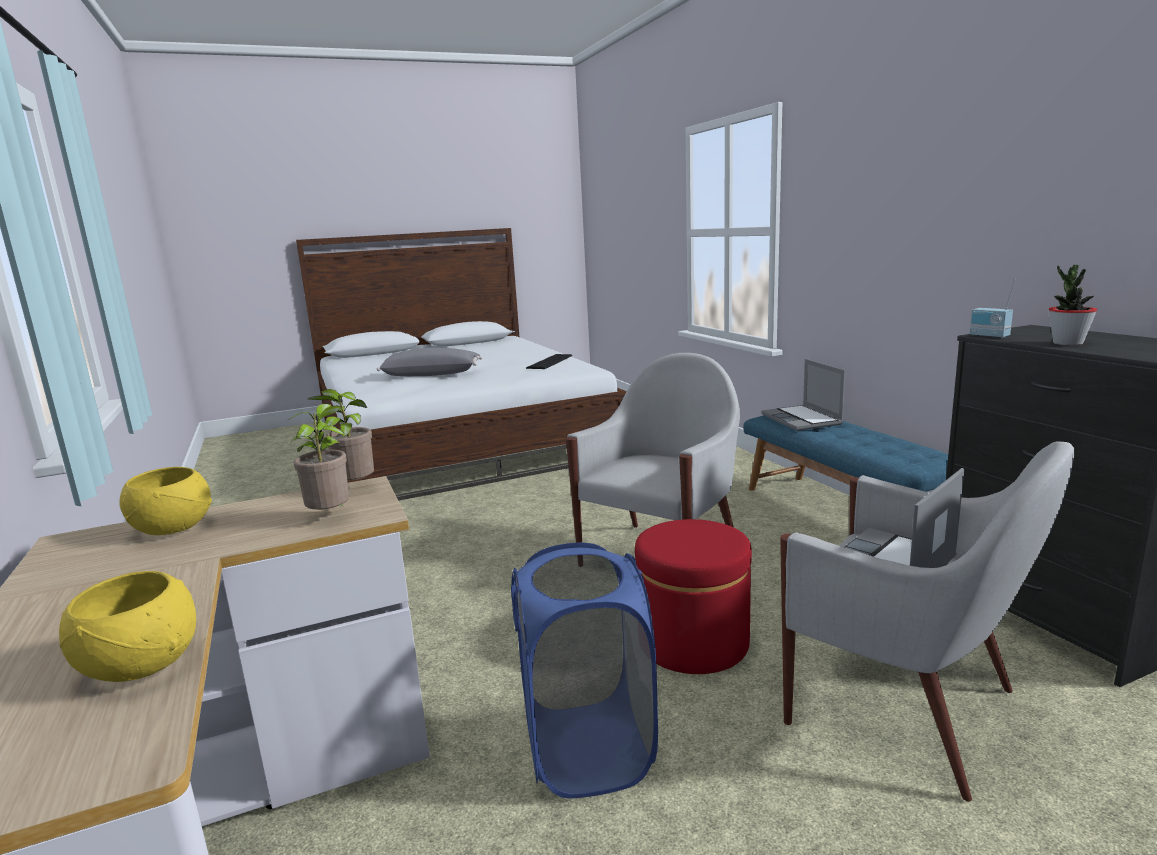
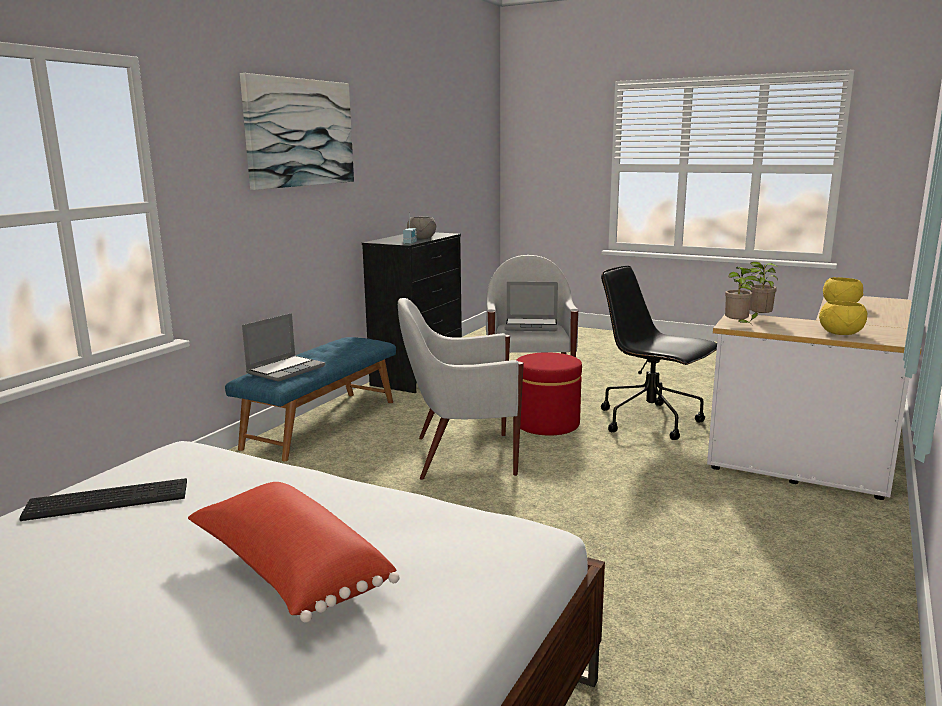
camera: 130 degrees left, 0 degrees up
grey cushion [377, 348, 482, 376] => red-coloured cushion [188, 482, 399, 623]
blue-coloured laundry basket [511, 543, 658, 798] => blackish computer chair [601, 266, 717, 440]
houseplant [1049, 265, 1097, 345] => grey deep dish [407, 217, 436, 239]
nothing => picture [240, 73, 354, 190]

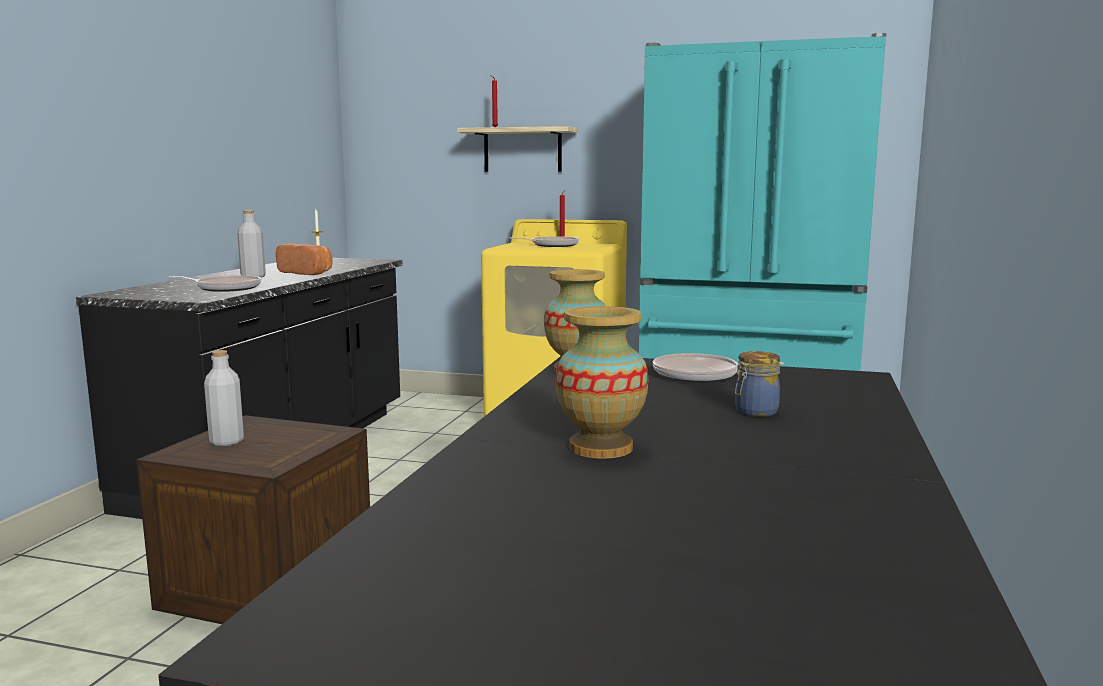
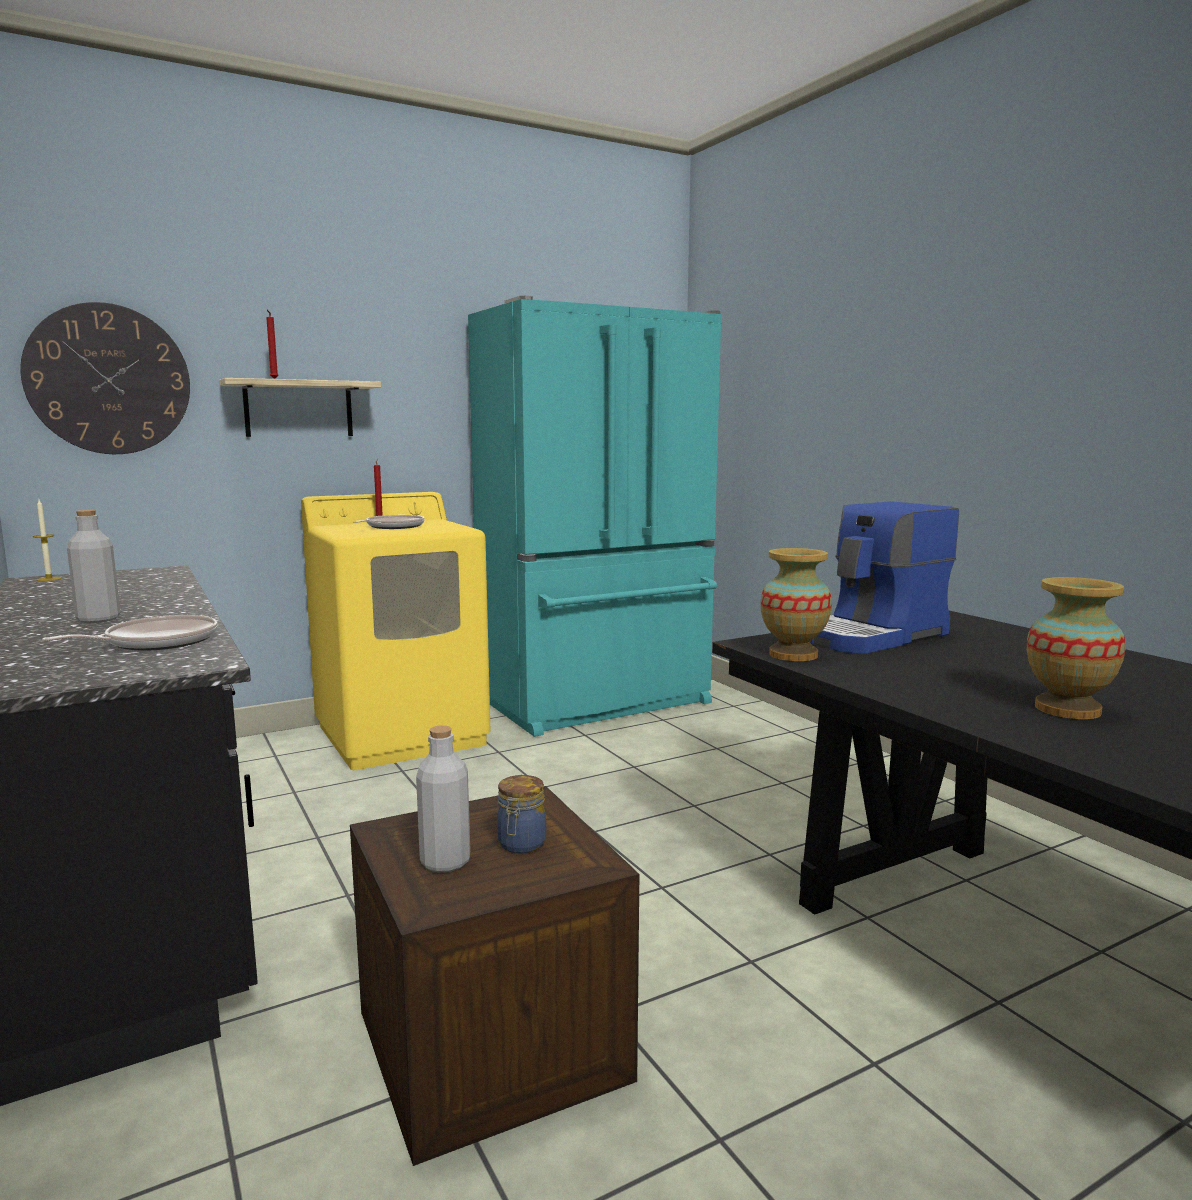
camera: 45 degrees left, 0 degrees up
bakery bread [276, 244, 333, 275] => nothing
pan [653, 353, 784, 383] => coffee maker [810, 501, 959, 654]
storage jar [735, 351, 780, 417] => storage jar [497, 775, 546, 854], relocated
nothing => wall clock [20, 302, 190, 454]

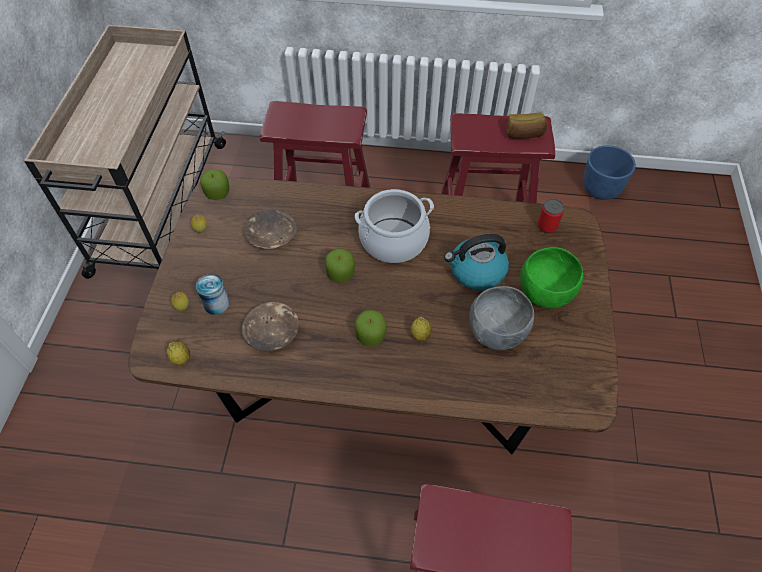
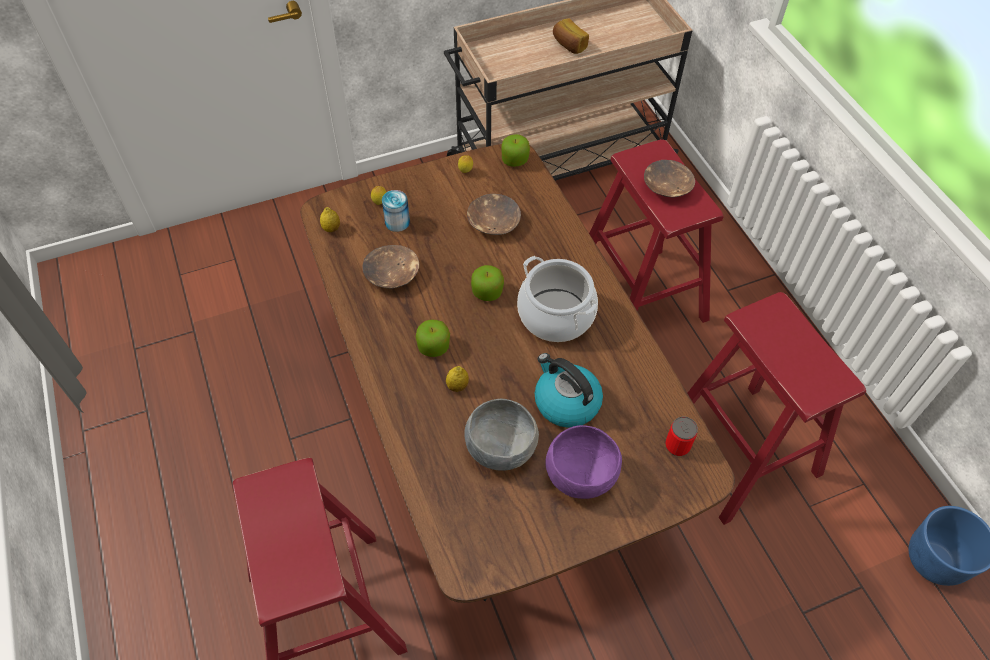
camera: 60 degrees right, 0 degrees up
bakery bread [507, 112, 547, 139] => bakery bread [553, 18, 589, 54], relocated
greenish deep dish [520, 247, 583, 309] => purplish deep dish [545, 425, 622, 499]
nothing => brown deep dish [644, 160, 695, 198]

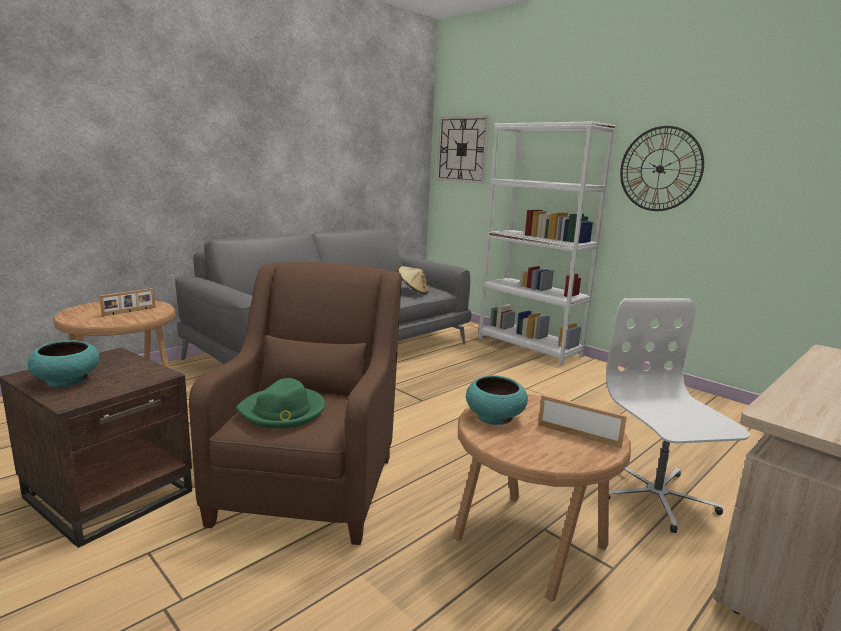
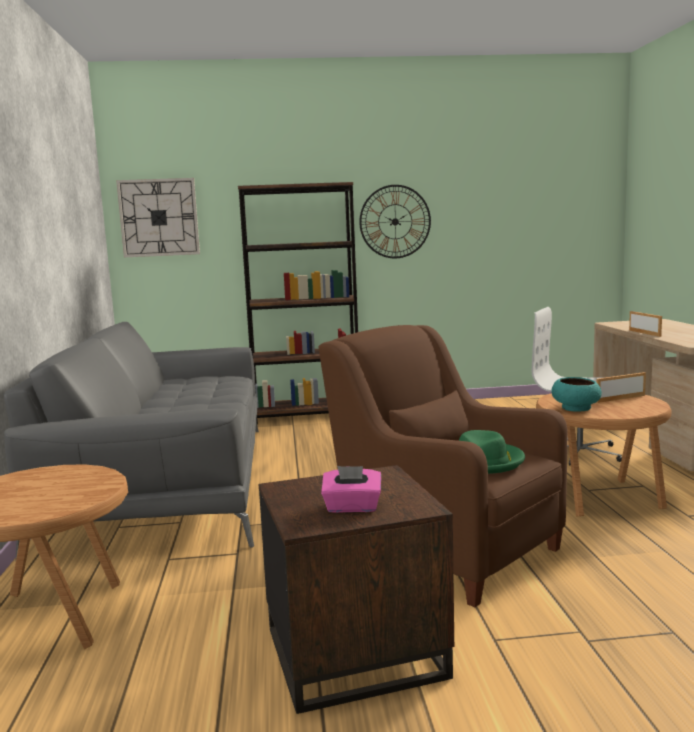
camera: 50 degrees left, 5 degrees down
turquoise deep dish [28, 340, 99, 387] => pinkish tissue holder [321, 466, 381, 513]
picture frame [100, 288, 156, 316] => picture frame [629, 311, 662, 337], relocated
beige-coloured clothing hat [396, 266, 429, 294] => nothing
whitish bookcase [478, 121, 615, 366] => brown bookcase [238, 182, 358, 425]

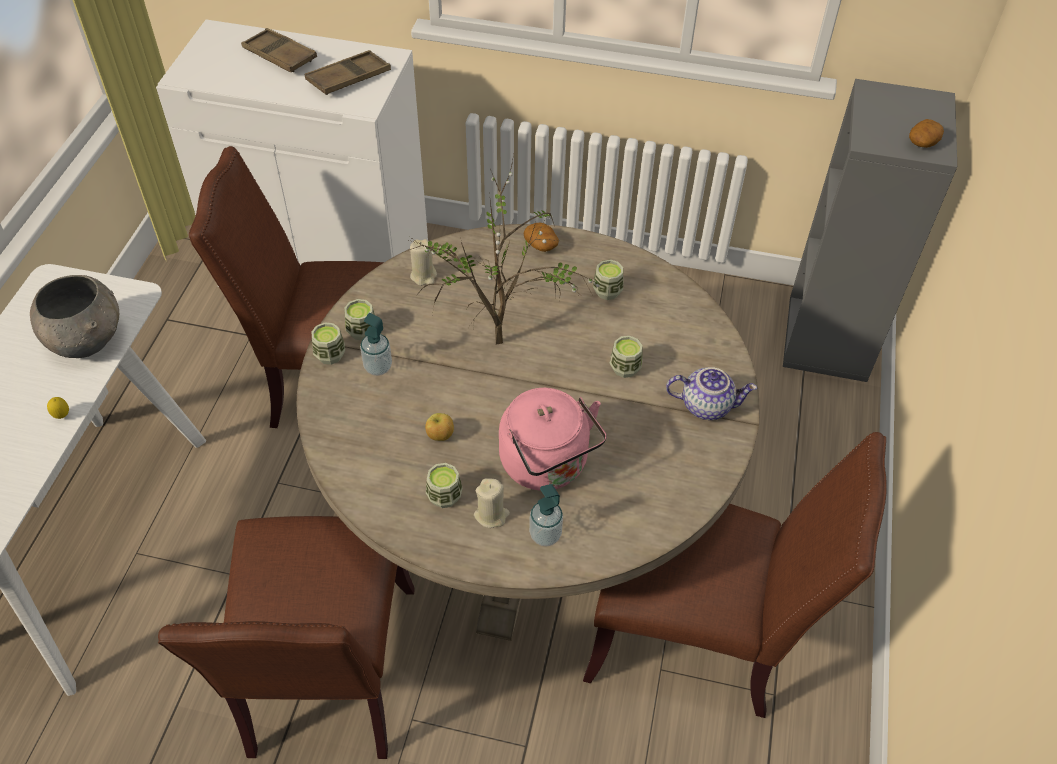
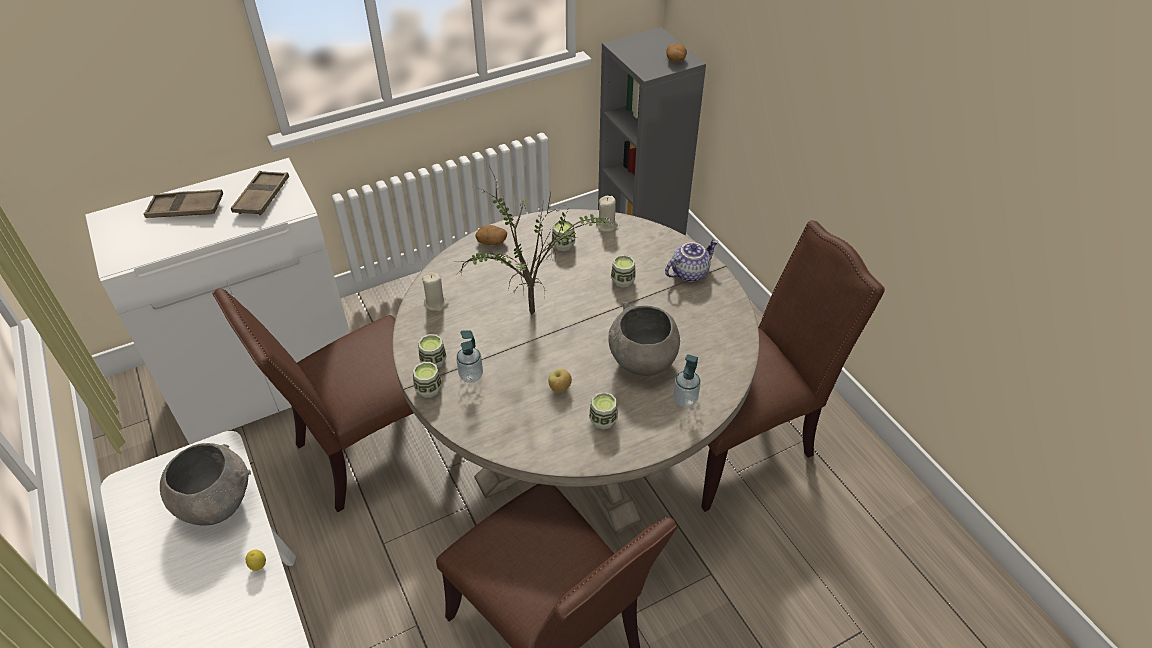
camera: 40 degrees left, 5 degrees down
beige-coloured wax light [474, 478, 510, 528] => beige-coloured wax light [596, 196, 618, 232], relocated
pinkish kettle [499, 388, 607, 491] => grey deep dish [608, 302, 680, 376]

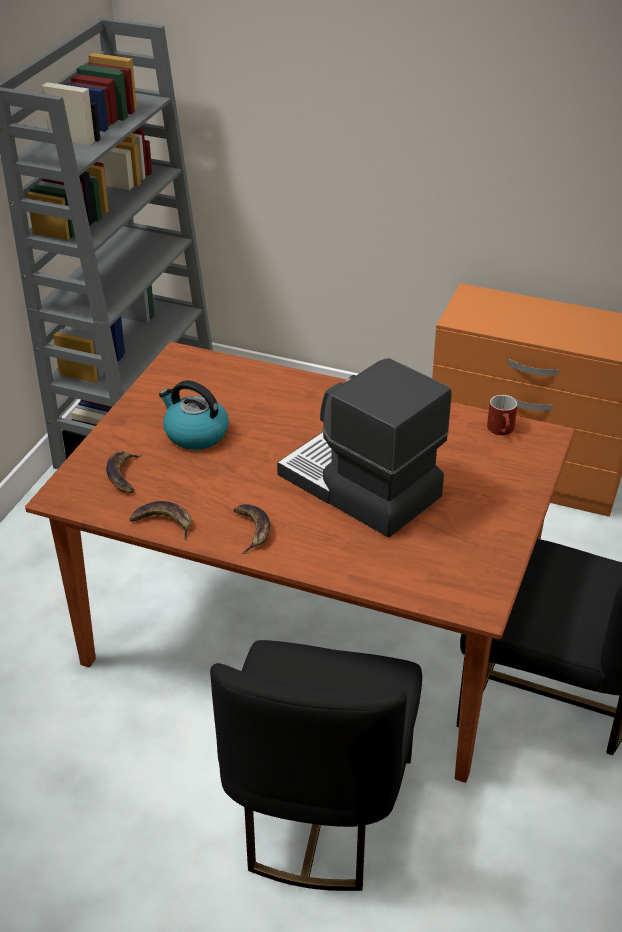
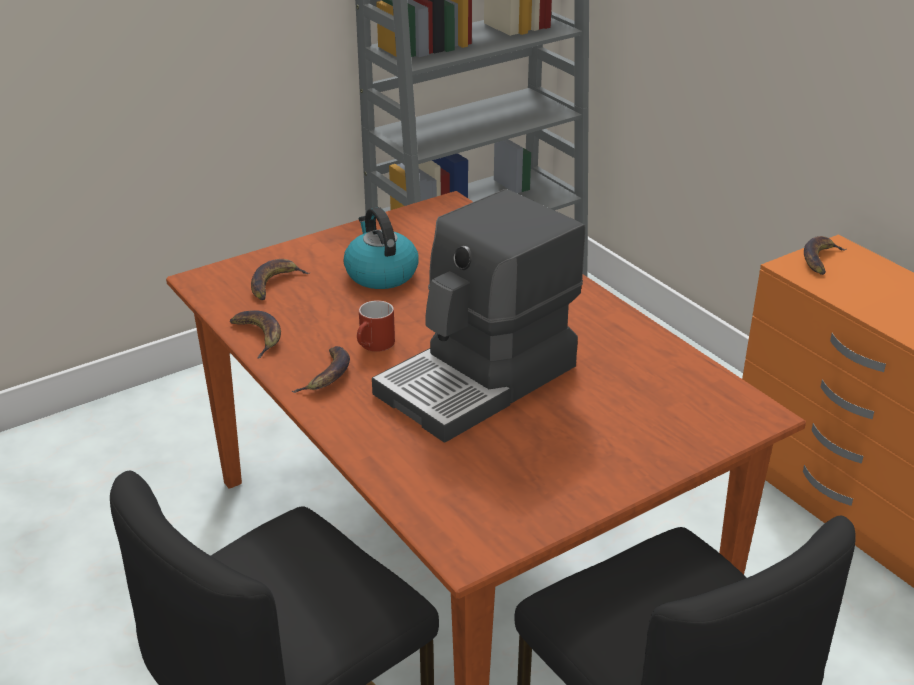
camera: 35 degrees right, 5 degrees down
coffee maker [277, 358, 452, 538] => coffee maker [372, 189, 586, 443], 120 degrees counterclockwise
red-coloured coffee mug [487, 395, 518, 435] => red-coloured coffee mug [357, 300, 395, 352], relocated
nothing => banana fruit [804, 236, 846, 275]

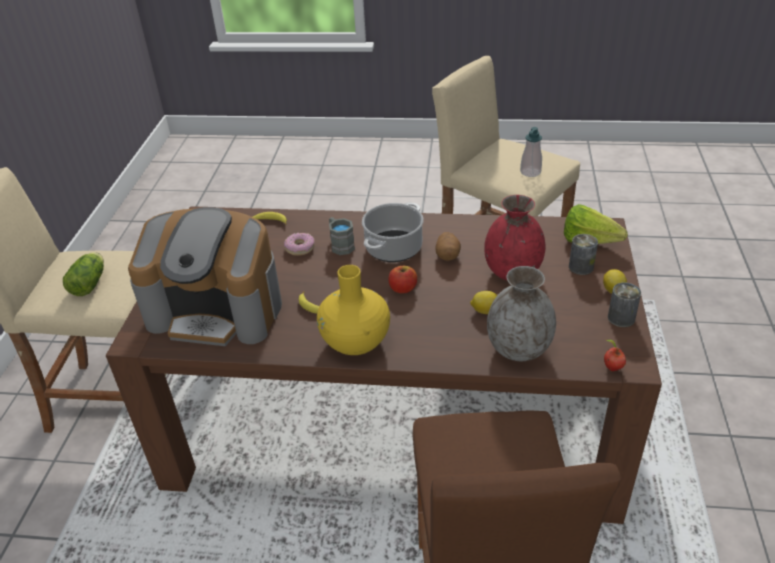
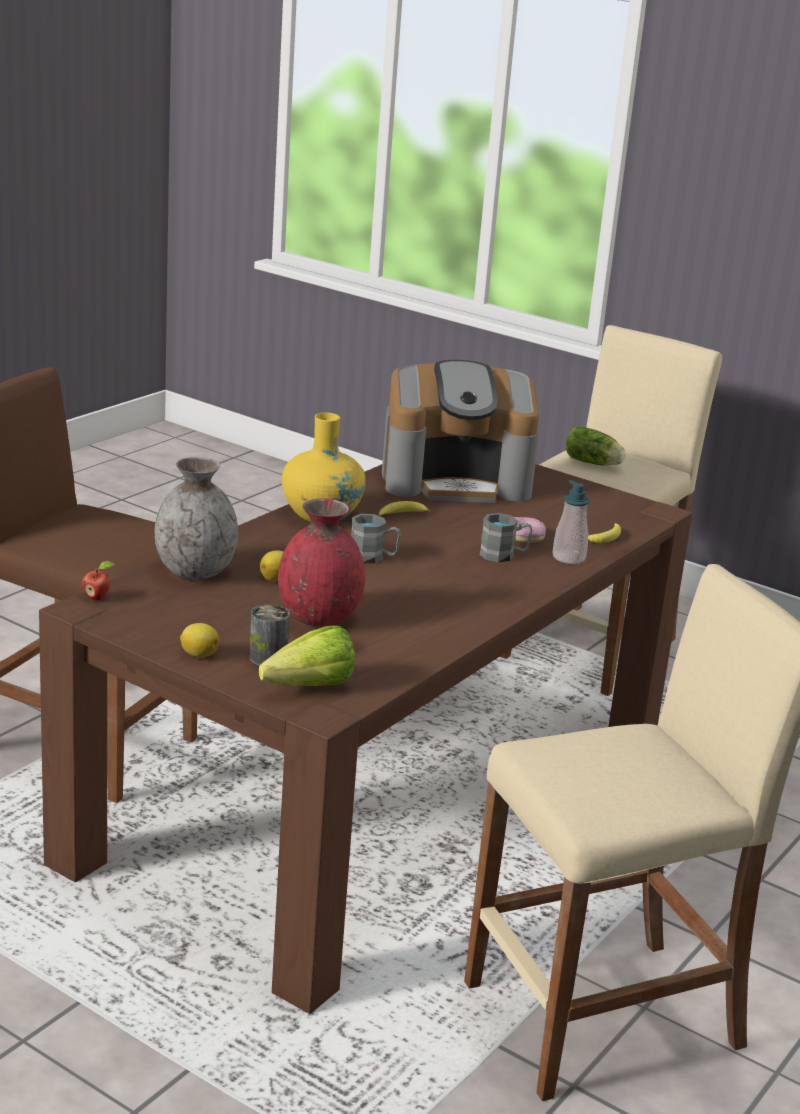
camera: 115 degrees right, 15 degrees down
coffee maker [128, 207, 282, 346] => coffee maker [382, 360, 539, 503], 135 degrees counterclockwise
saucepot [362, 202, 424, 262] => nothing
apple fruit [389, 266, 417, 293] => grey coffee mug [351, 514, 401, 563]
potato [436, 232, 461, 261] => nothing
soap bottle [520, 127, 542, 177] => soap bottle [553, 480, 590, 564], relocated
sealed can [608, 283, 641, 327] => nothing

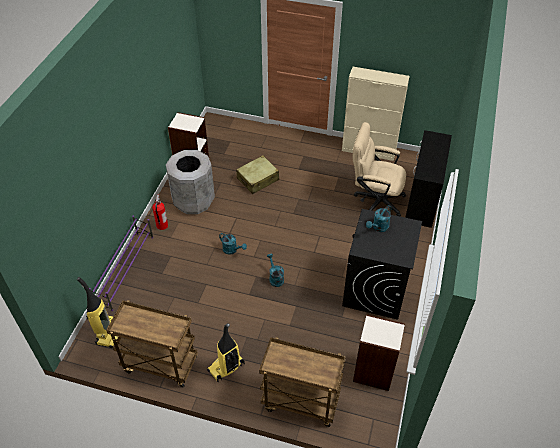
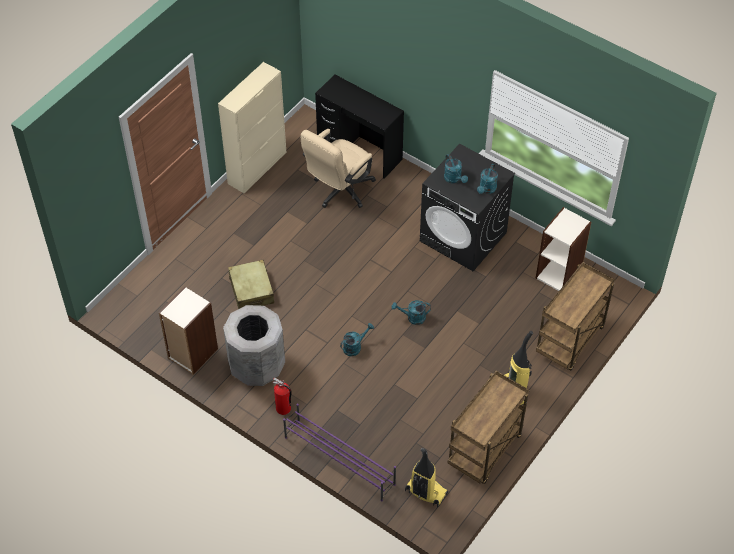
camera: 70 degrees left, 5 degrees up
nothing => turquoise sprinkling can [477, 164, 498, 194]

